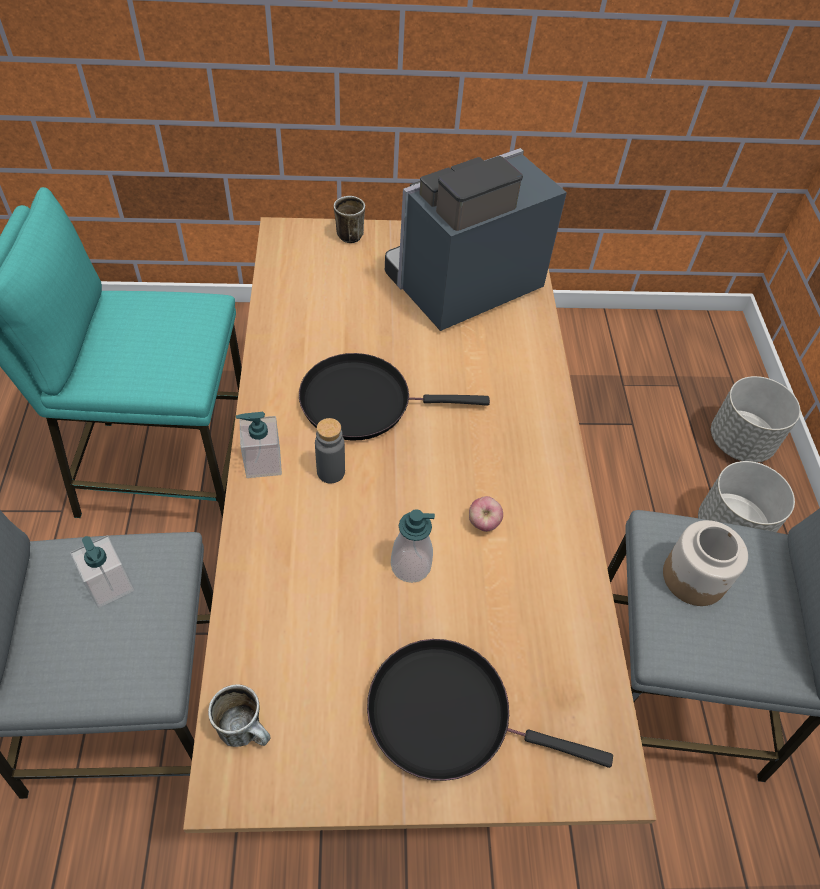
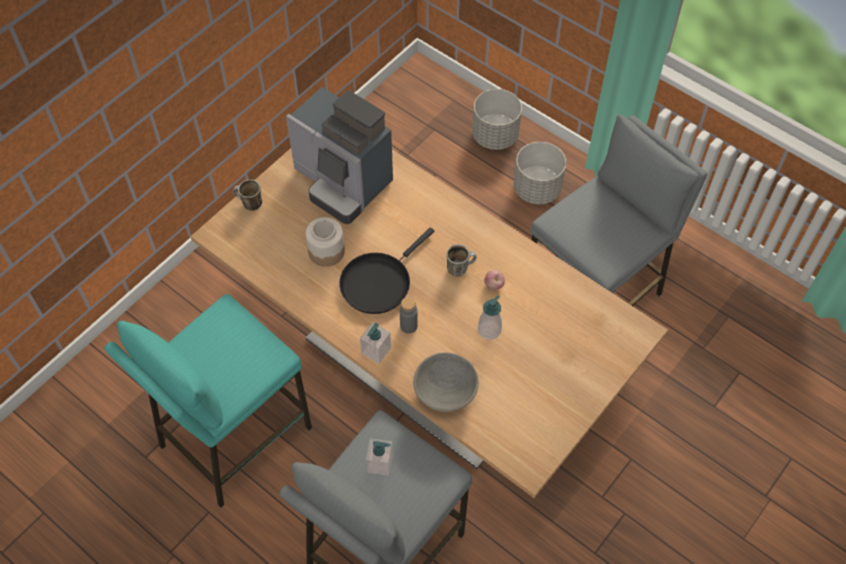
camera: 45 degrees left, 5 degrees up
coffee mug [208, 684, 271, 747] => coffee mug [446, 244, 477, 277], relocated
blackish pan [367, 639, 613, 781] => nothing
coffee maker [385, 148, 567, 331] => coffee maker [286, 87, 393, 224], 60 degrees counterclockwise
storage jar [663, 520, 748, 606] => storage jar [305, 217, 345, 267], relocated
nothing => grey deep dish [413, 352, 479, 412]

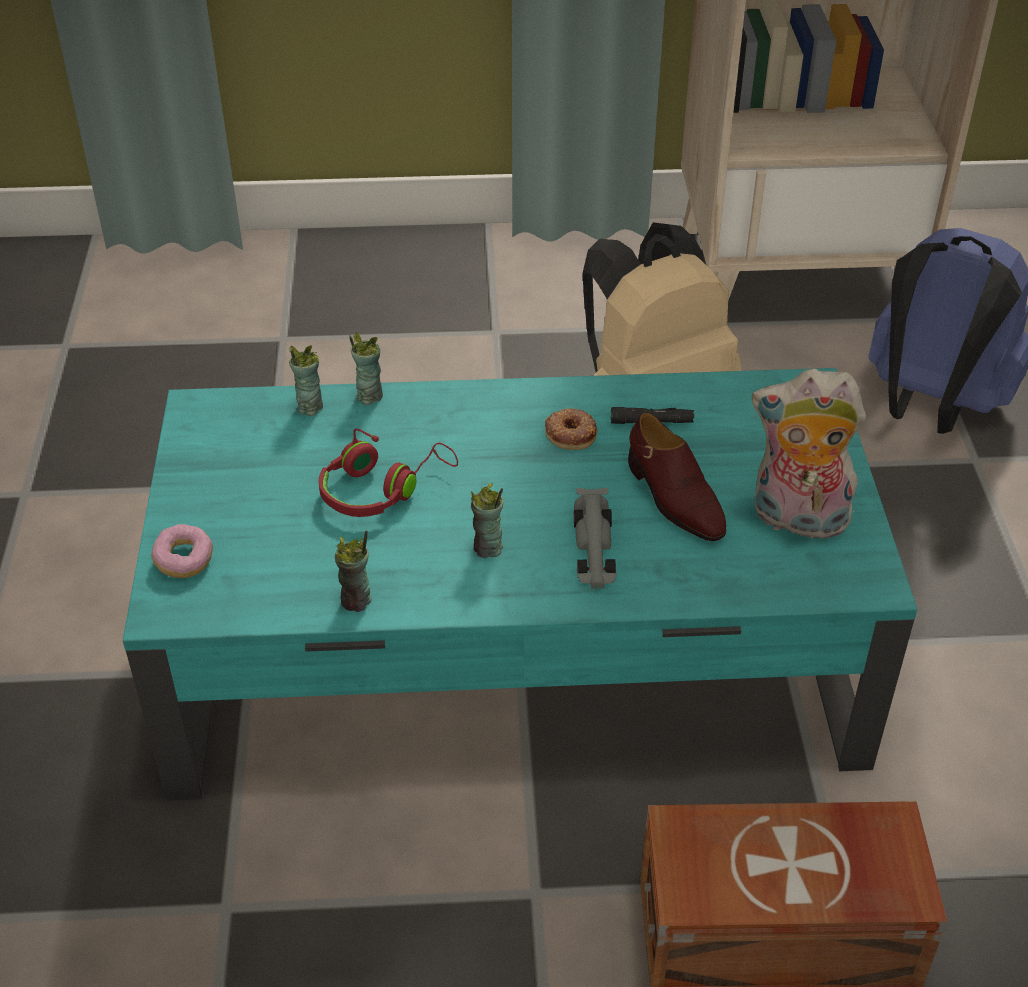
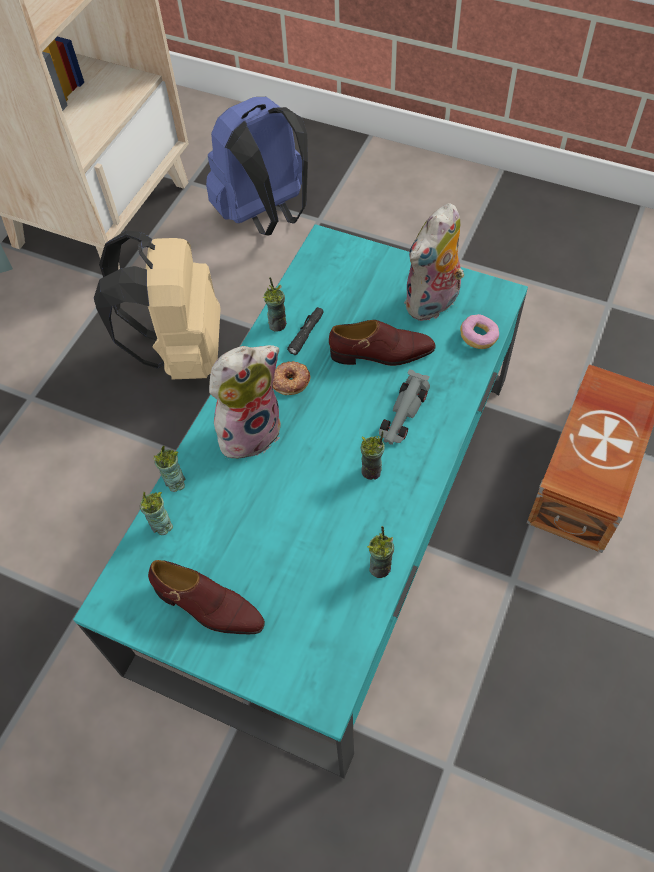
camera: 60 degrees left, 15 degrees up
donut [151, 524, 213, 578] => donut [460, 314, 499, 349], relocated
red-coloured headphones [319, 428, 458, 517] => nothing
grey model car [574, 488, 617, 589] => grey model car [379, 369, 430, 445], 90 degrees clockwise
nothing => brown shoe [148, 560, 265, 634]
nothing => soft toy [209, 345, 281, 459]
nothing => drinking cup [263, 277, 287, 332]

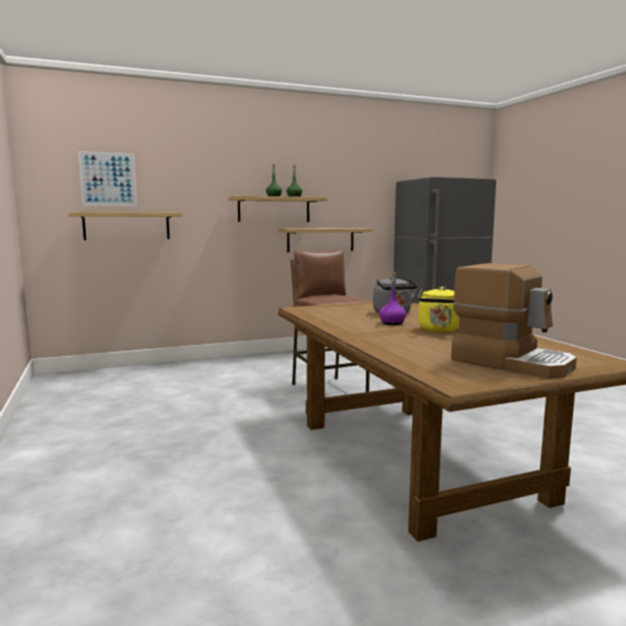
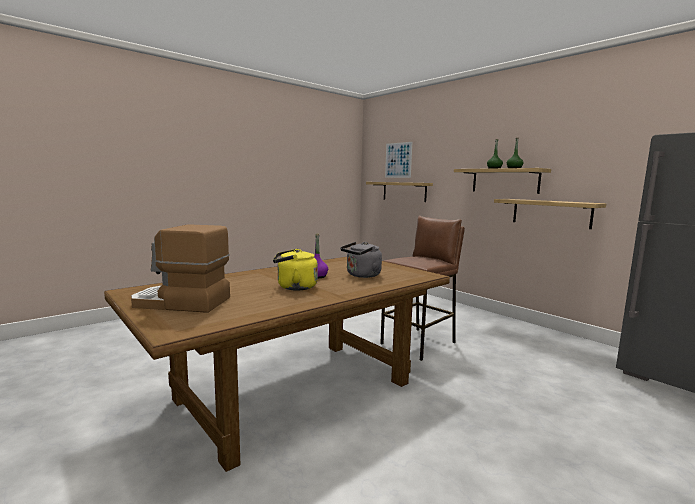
camera: 70 degrees right, 0 degrees up
coffee maker [451, 263, 577, 379] => coffee maker [131, 224, 230, 313], 75 degrees clockwise

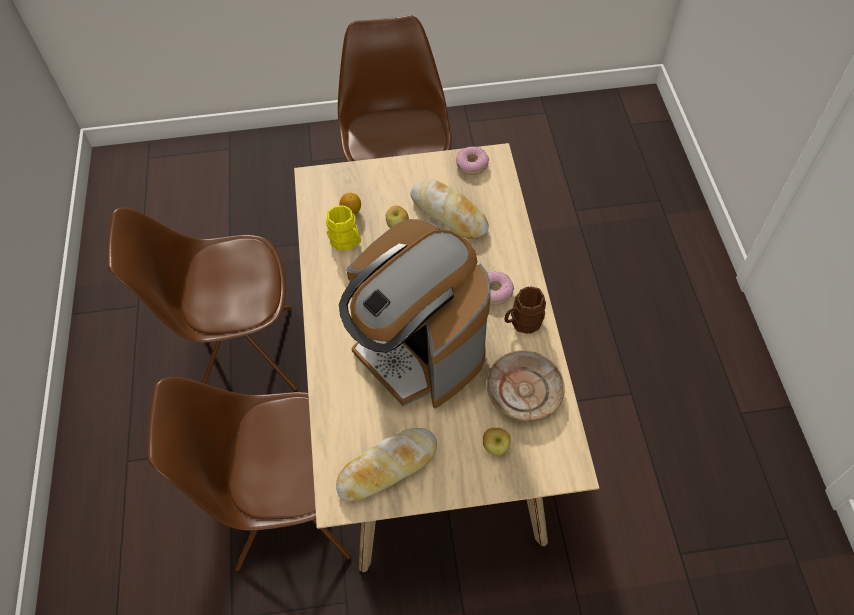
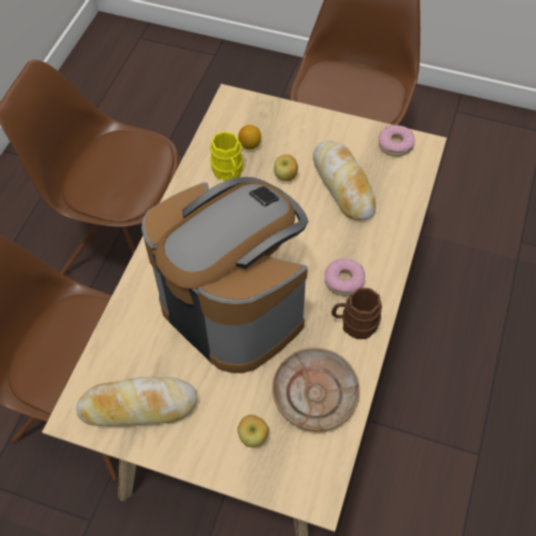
camera: 25 degrees right, 0 degrees up
coffee maker [339, 219, 491, 408] => coffee maker [142, 177, 308, 373], 150 degrees clockwise

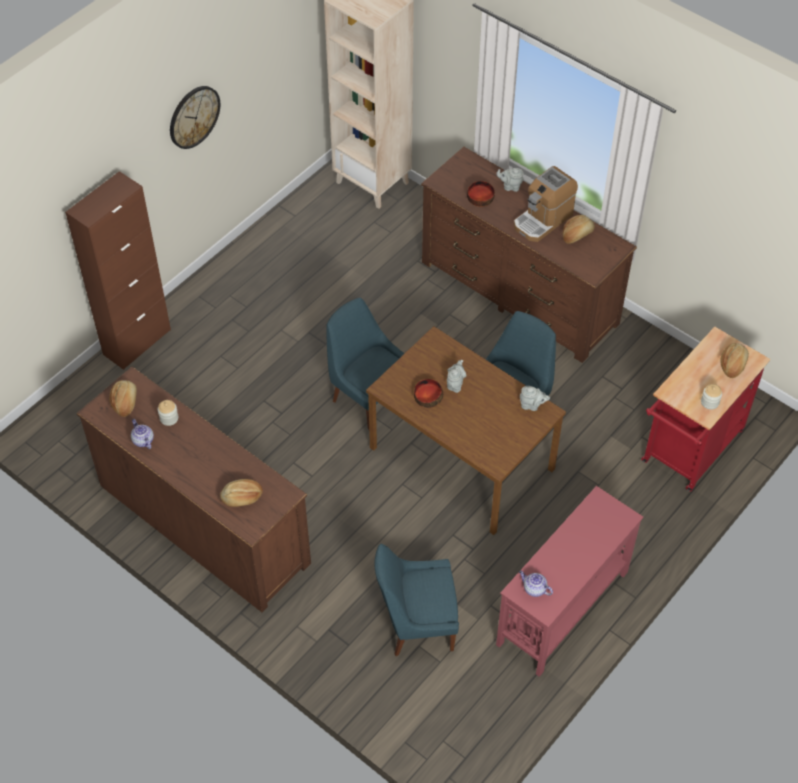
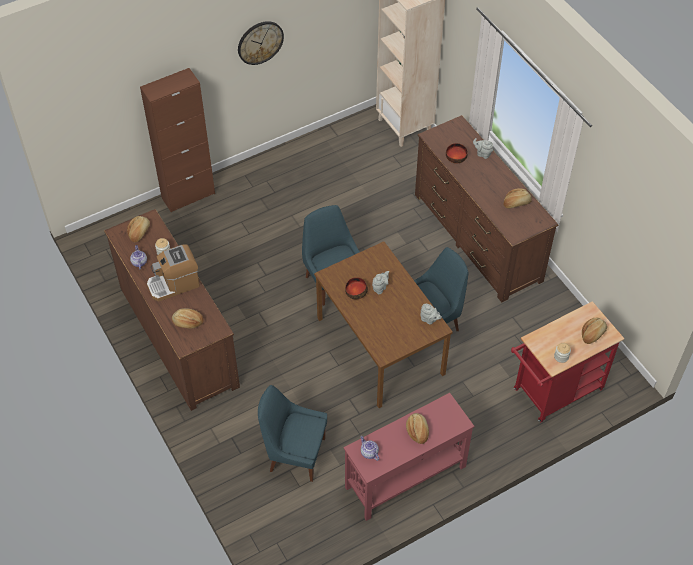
camera: 20 degrees right, 0 degrees up
coffee maker [514, 166, 578, 242] => coffee maker [147, 244, 200, 302], relocated
nothing => bakery bread [406, 413, 429, 444]

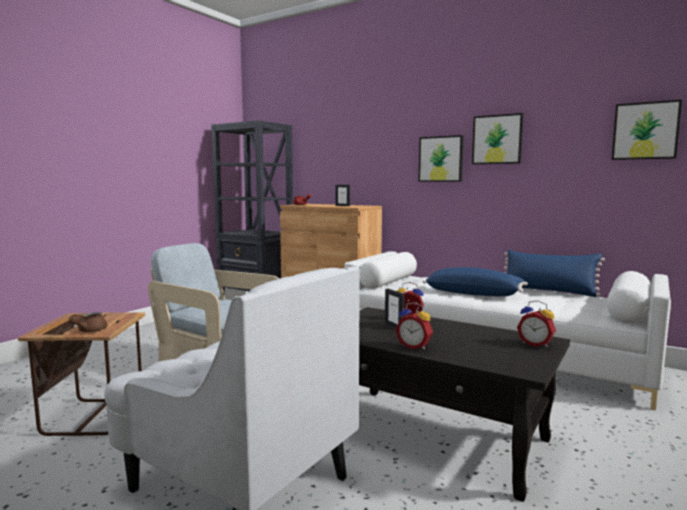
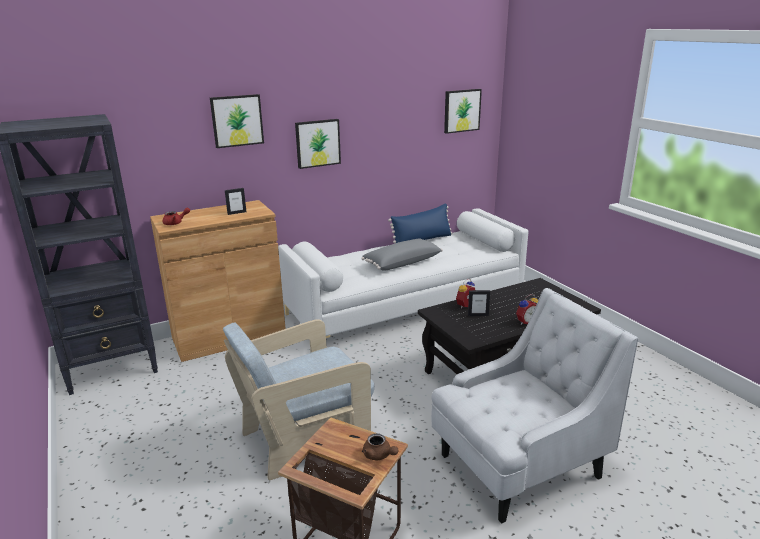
camera: 60 degrees left, 15 degrees up
blue-coloured cushion [423, 267, 528, 296] => grey cushion [361, 239, 443, 271]
picture [472, 113, 524, 164] => picture [210, 94, 264, 148], relocated
alarm clock [517, 300, 556, 347] => nothing

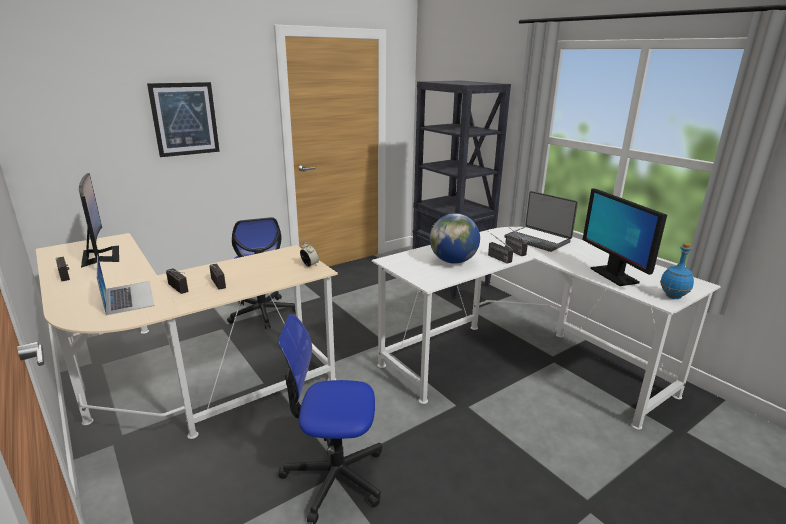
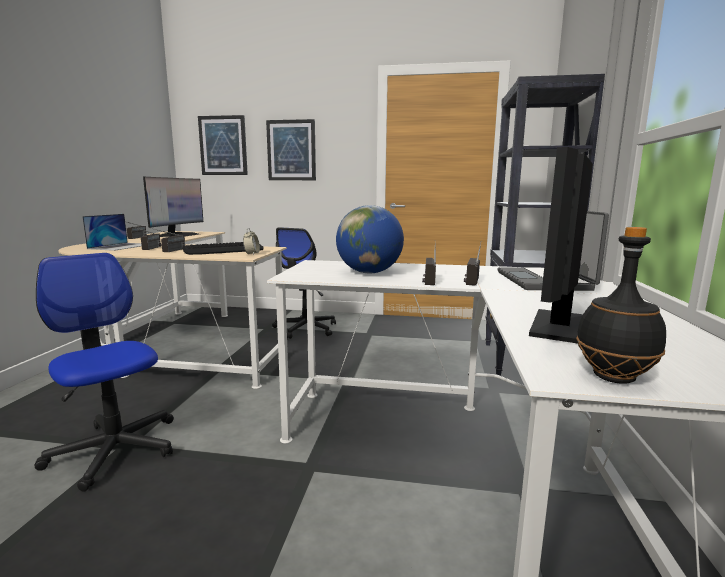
camera: 45 degrees right, 10 degrees down
blue-coloured drink bottle [660, 243, 694, 299] => blackish drink bottle [576, 227, 666, 384]
nothing => computer keyboard [182, 242, 264, 255]
nothing => picture [198, 115, 248, 175]

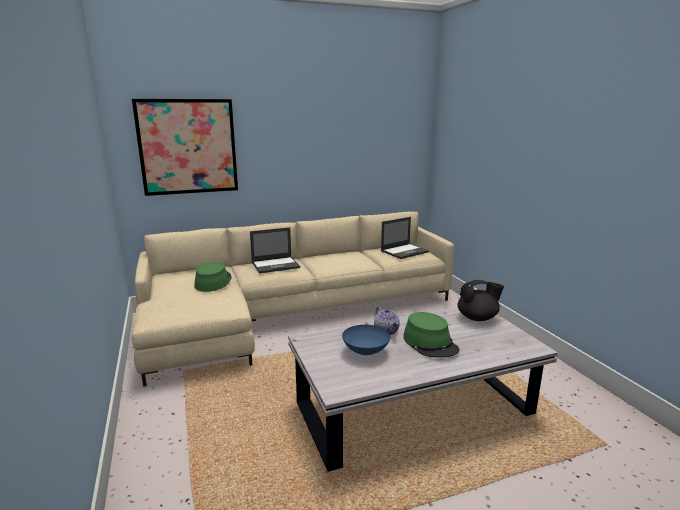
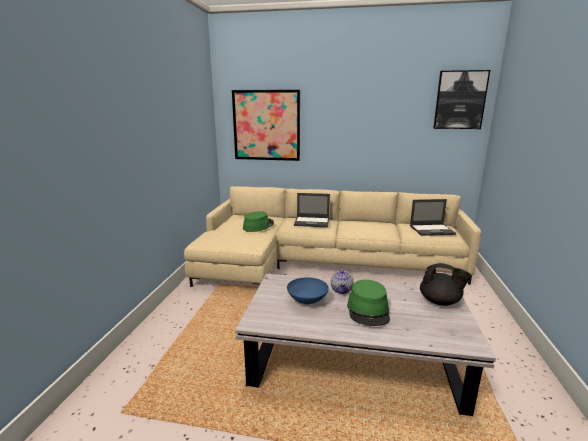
camera: 30 degrees right, 0 degrees up
nothing => picture [434, 70, 490, 129]

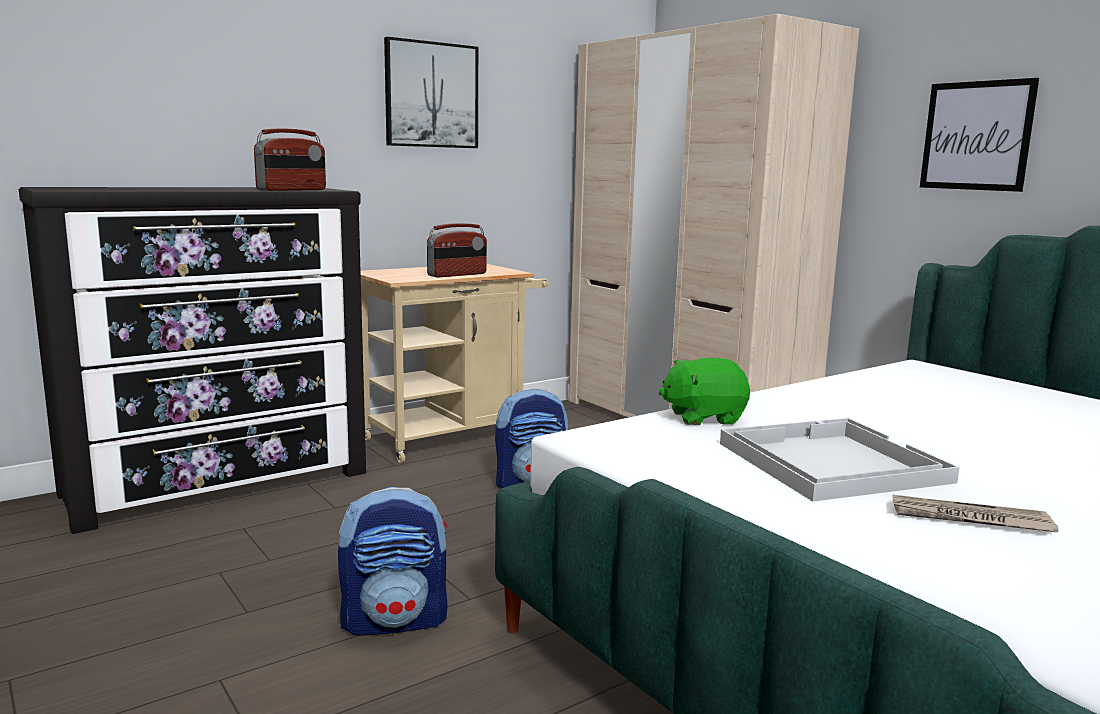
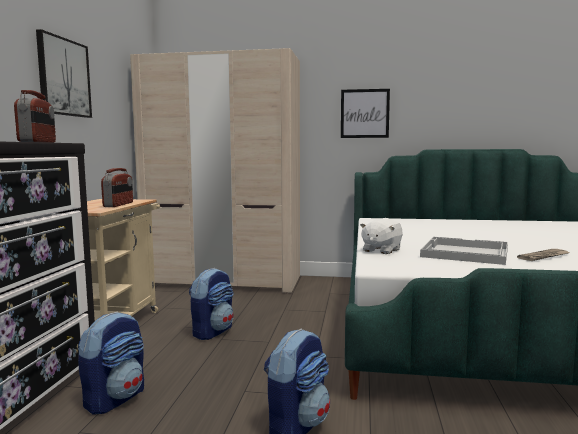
camera: 45 degrees left, 5 degrees down
greenish soft toy [659, 358, 750, 425] => whitish soft toy [360, 218, 403, 254]
nothing => backpack [78, 311, 144, 415]

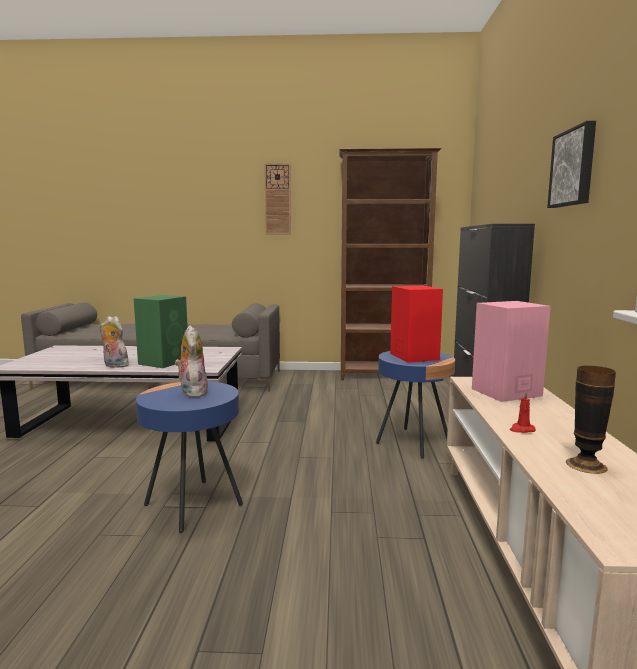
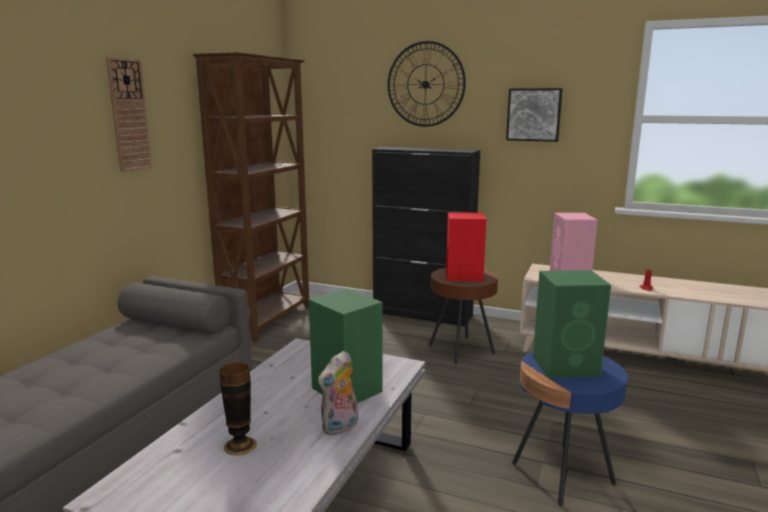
camera: 70 degrees left, 5 degrees up
soft toy [175, 325, 208, 397] => greenish speaker [533, 270, 611, 378]
blue-coloured accent table [376, 351, 455, 459] => brown accent table [429, 268, 498, 364]
vase [566, 365, 616, 474] => vase [219, 362, 257, 456], relocated
nothing => wall clock [388, 41, 466, 127]

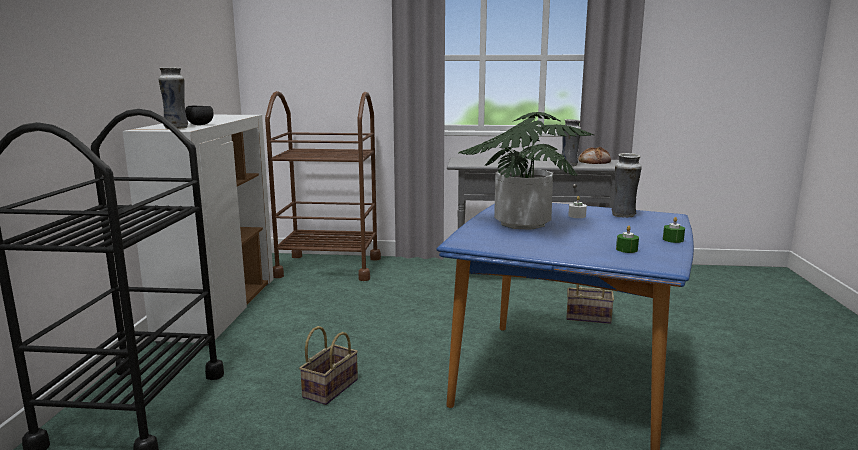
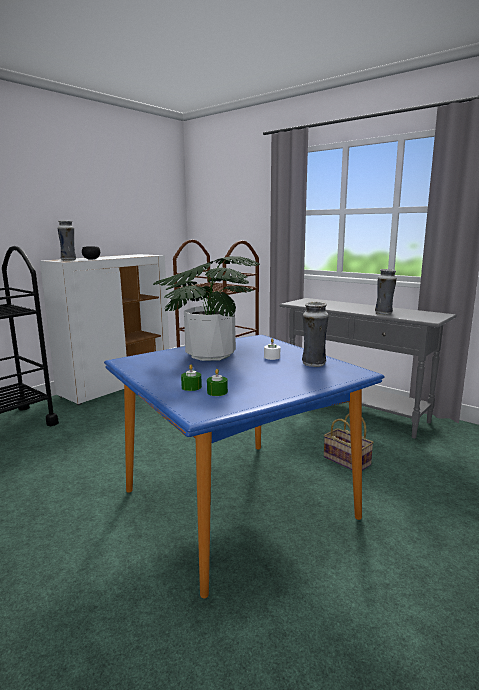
camera: 35 degrees right, 0 degrees up
basket [299, 326, 358, 405] => nothing
bakery bread [578, 147, 611, 164] => nothing
greenish wax light [663, 217, 685, 243] => greenish wax light [181, 364, 202, 391], relocated

